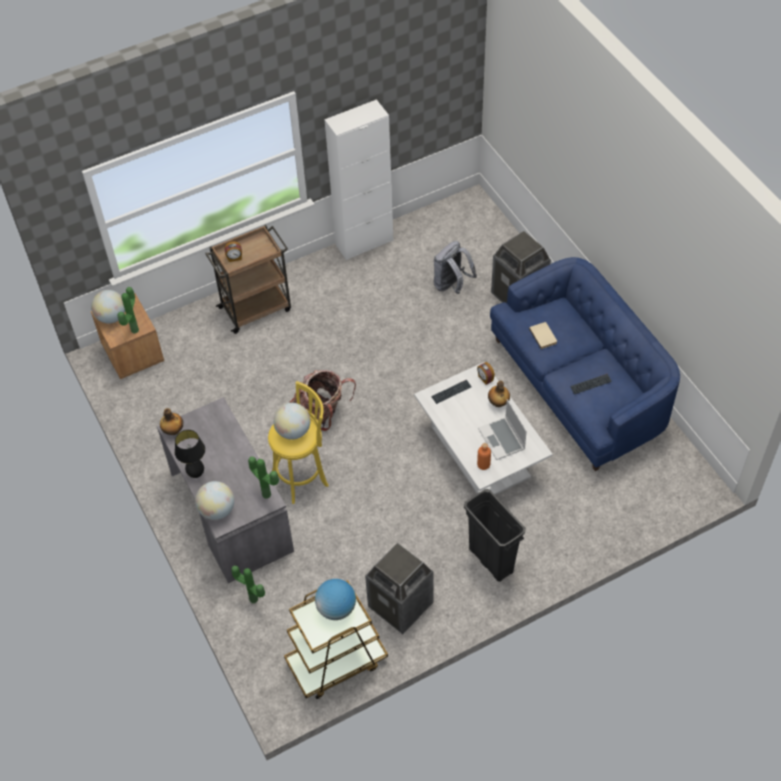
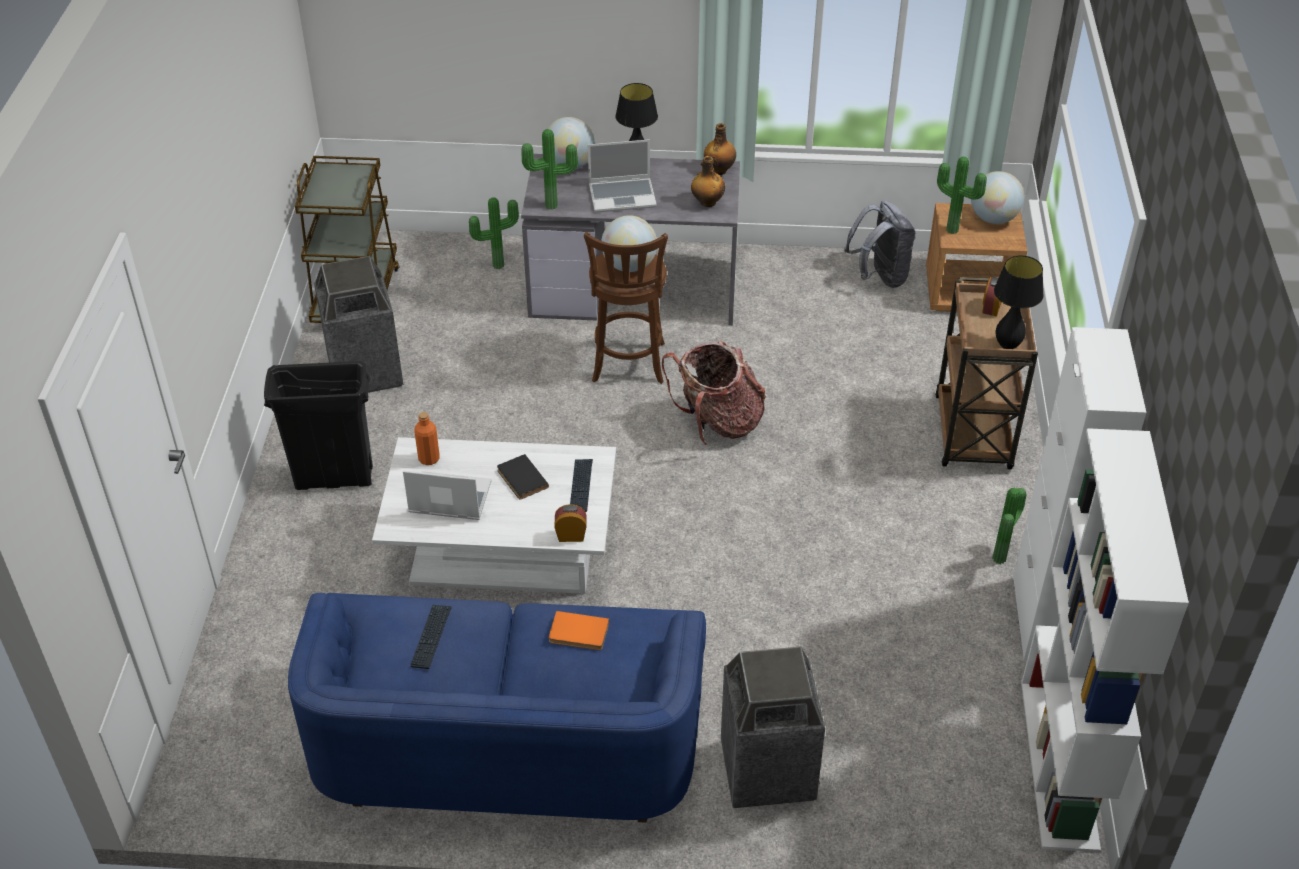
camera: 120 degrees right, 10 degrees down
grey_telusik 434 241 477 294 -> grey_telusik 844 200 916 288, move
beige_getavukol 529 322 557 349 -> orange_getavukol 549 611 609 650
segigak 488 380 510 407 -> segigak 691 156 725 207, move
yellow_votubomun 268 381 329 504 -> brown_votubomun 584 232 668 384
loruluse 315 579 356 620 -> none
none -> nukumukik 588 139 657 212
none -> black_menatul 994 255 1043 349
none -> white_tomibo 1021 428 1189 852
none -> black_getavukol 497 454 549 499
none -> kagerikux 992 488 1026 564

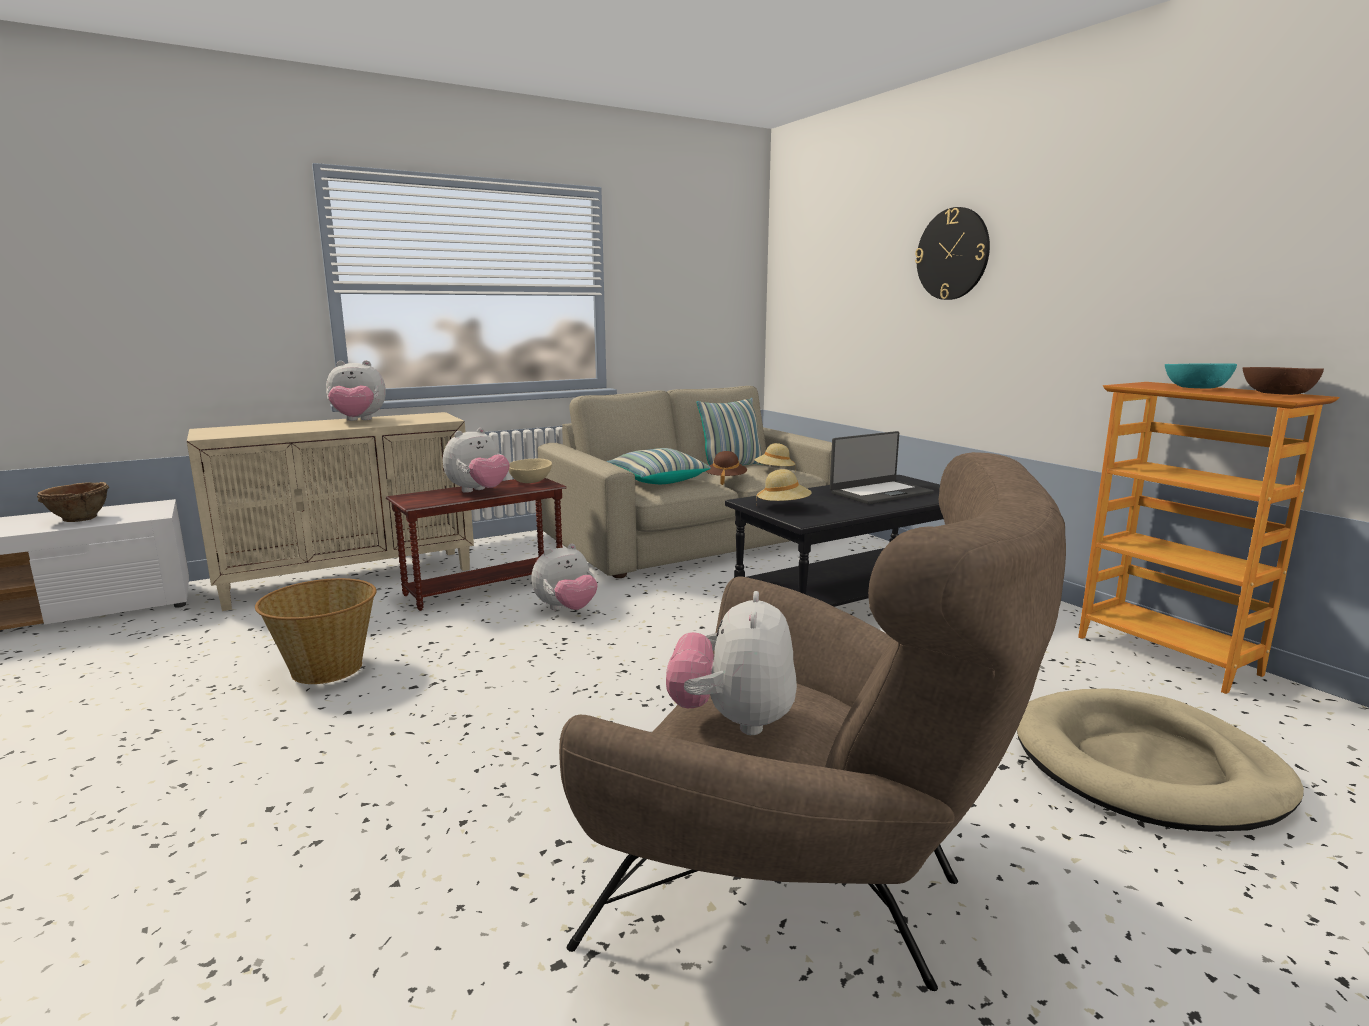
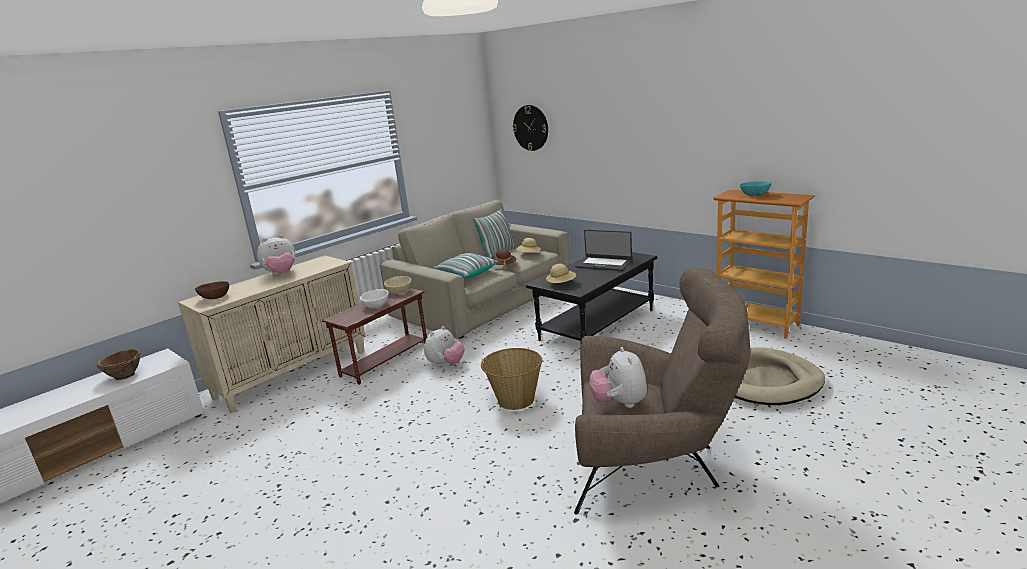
camera: 15 degrees left, 5 degrees up
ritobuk 915 207 990 300 -> ritobuk 512 105 548 151, move
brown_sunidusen 1243 367 1324 395 -> brown_sunidusen 195 281 229 299, move
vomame 443 428 510 493 -> white_sunidusen 360 289 389 308
nukumukik 830 431 934 504 -> nukumukik 575 230 632 271, 75 degrees clockwise
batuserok 255 578 376 684 -> batuserok 481 348 542 410, move

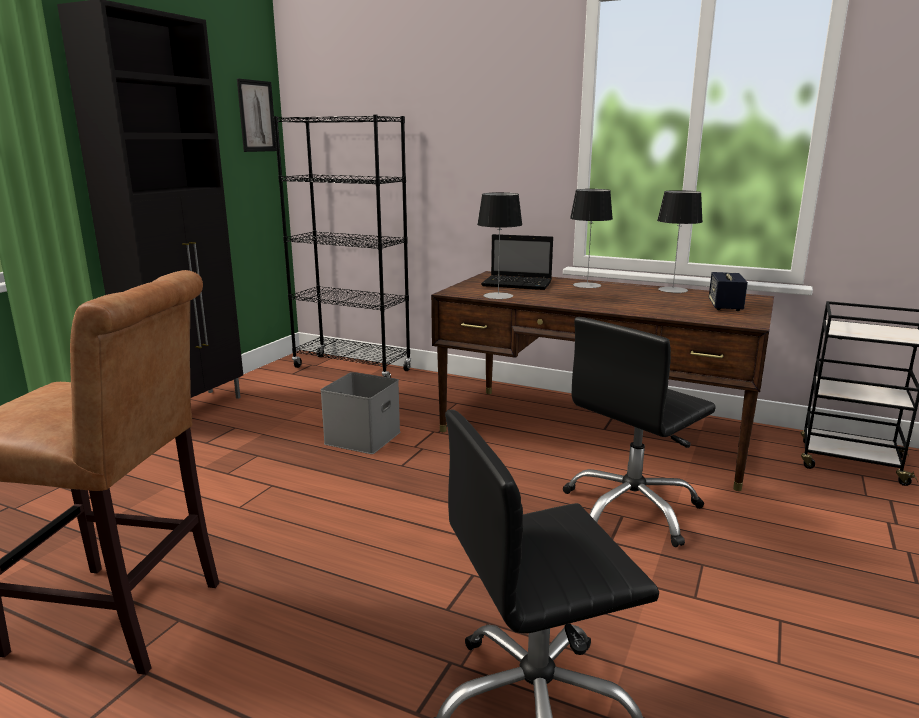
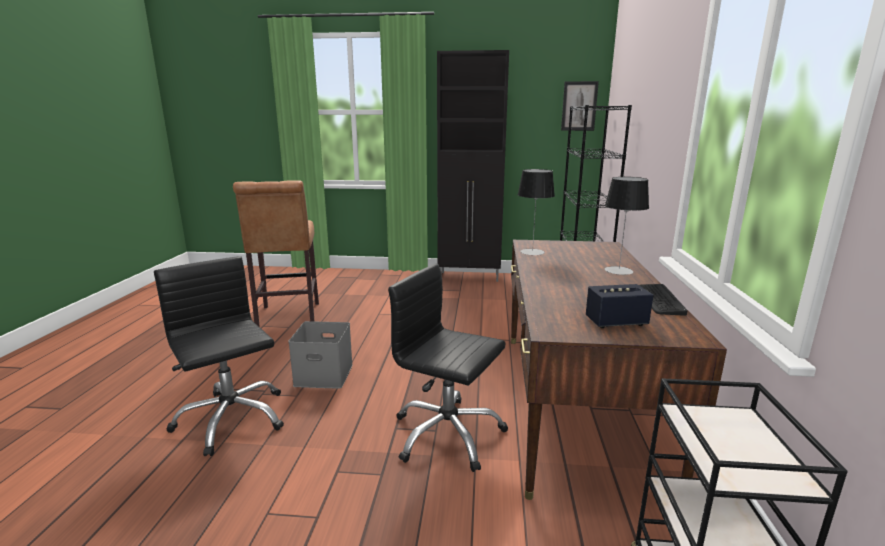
camera: 70 degrees right, 0 degrees up
menatul 657 190 703 293 -> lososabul 639 284 688 316
nukumukik 481 234 553 290 -> none
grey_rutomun 320 372 400 454 -> grey_rutomun 288 321 353 389, move

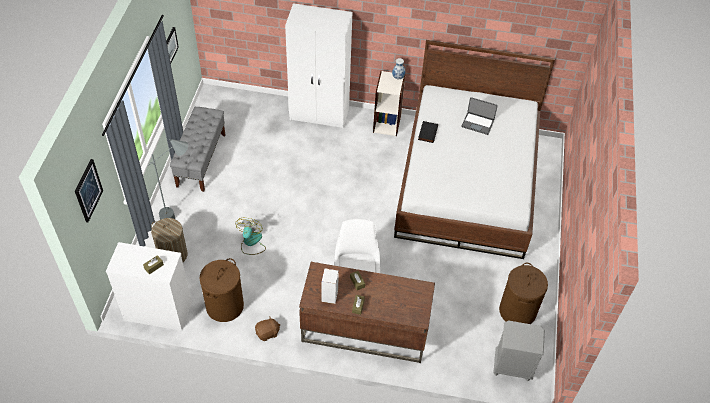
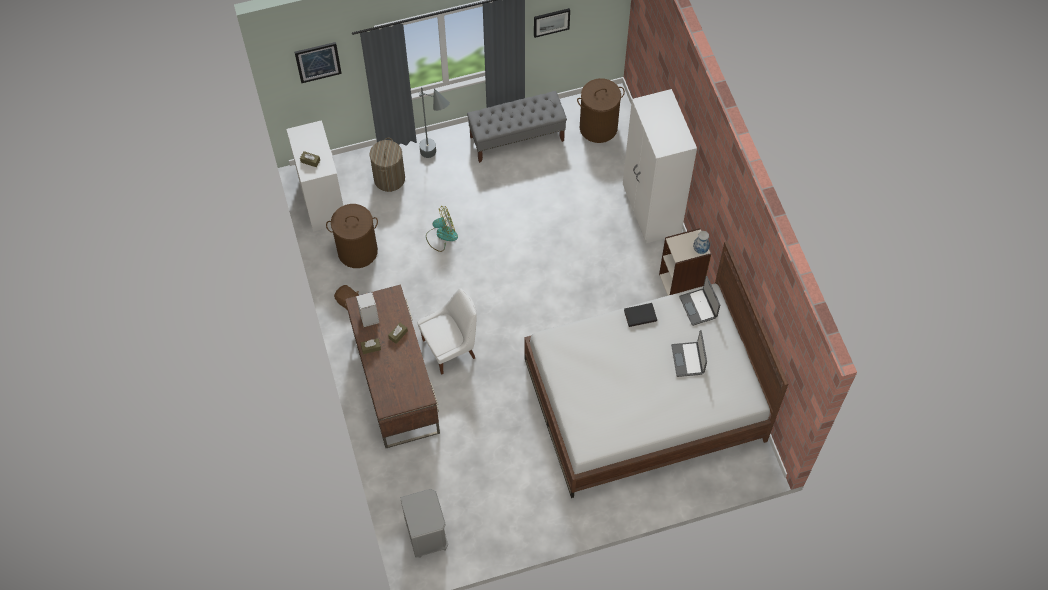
camera: 65 degrees right, 10 degrees up
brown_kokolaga 499 263 548 324 -> brown_kokolaga 577 78 625 143, move
none -> nukumukik 679 276 720 326

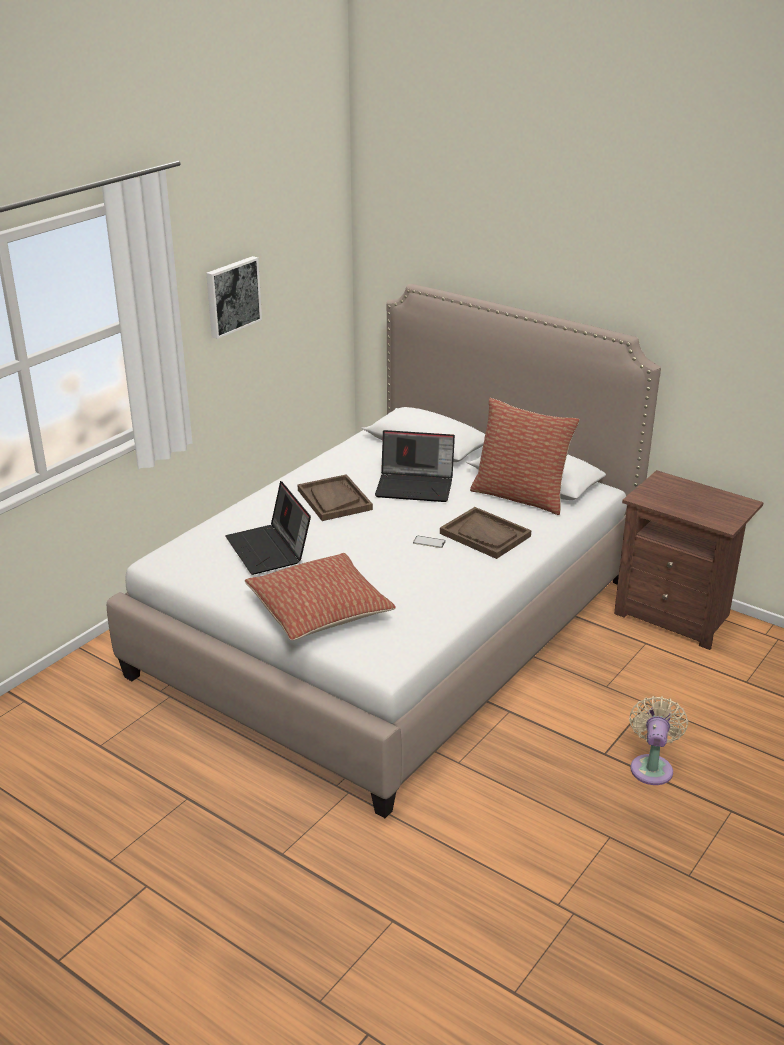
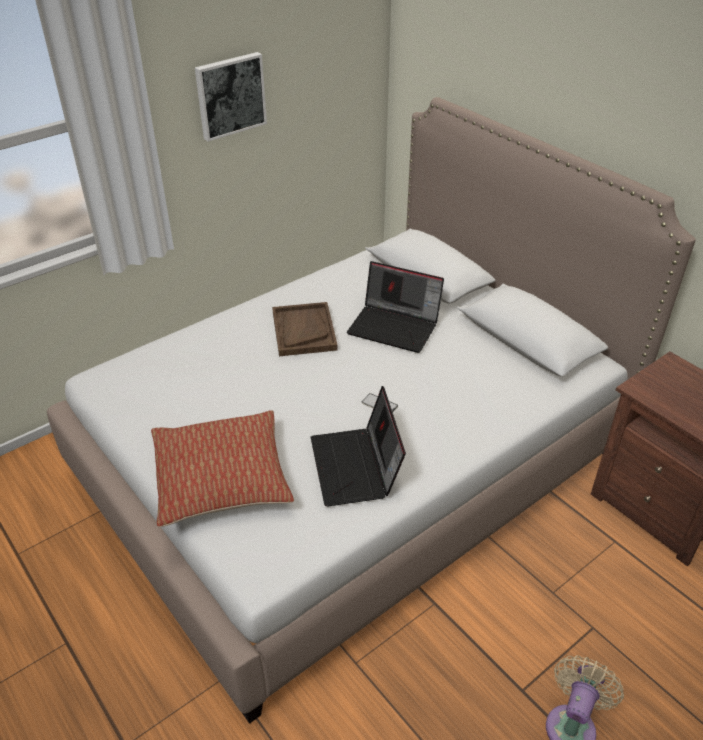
camera: 15 degrees right, 10 degrees up
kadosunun 470 398 579 515 -> none
nukumukik 225 481 311 575 -> nukumukik 310 386 406 506, move
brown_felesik 440 507 531 559 -> none

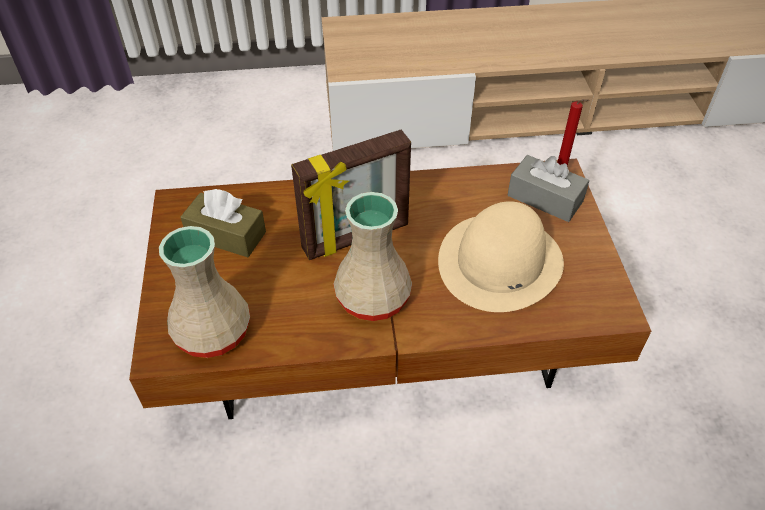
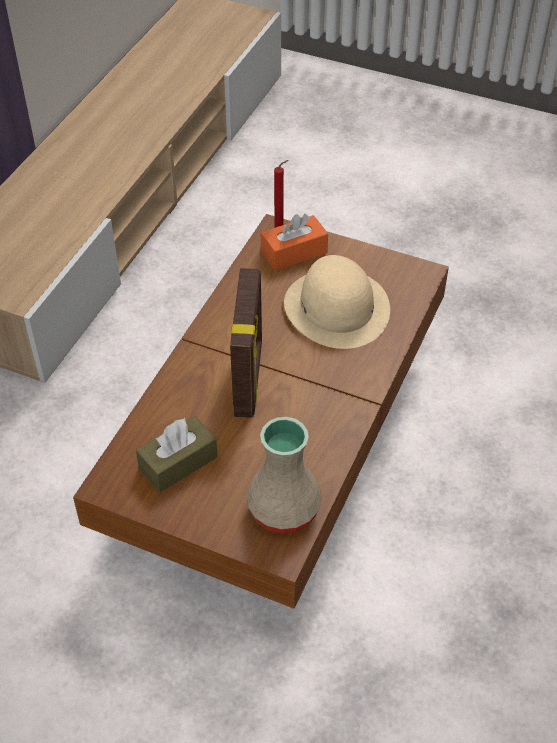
camera: 60 degrees left, 0 degrees up
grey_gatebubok 508 155 590 222 -> orange_gatebubok 261 214 328 271
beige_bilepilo 333 192 412 321 -> none

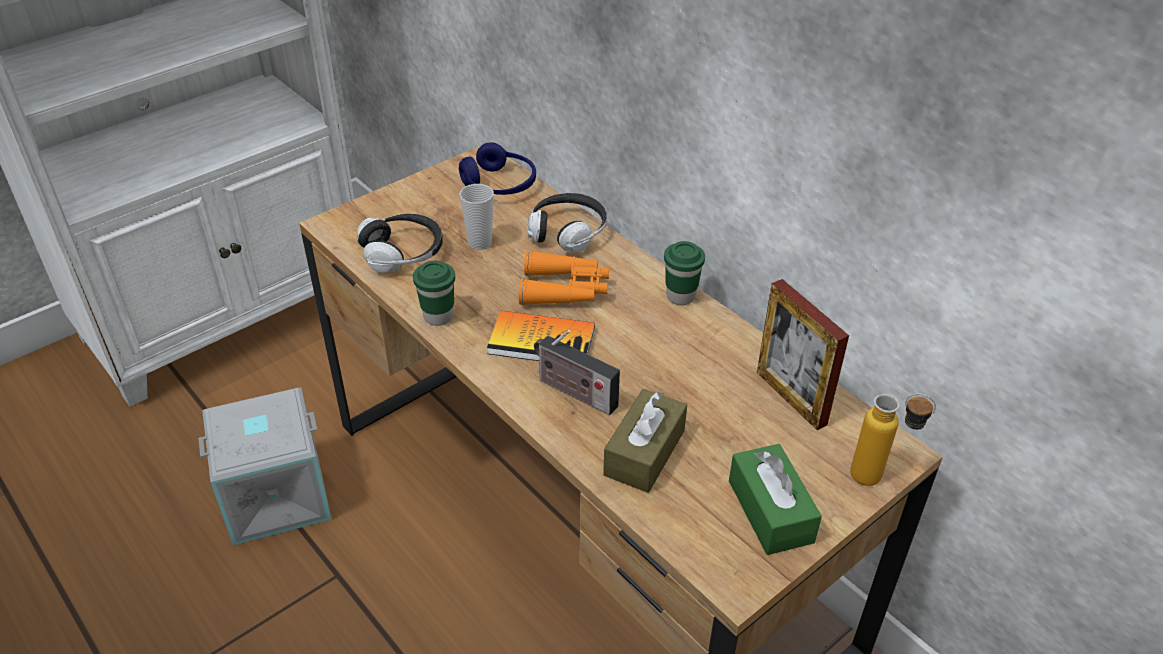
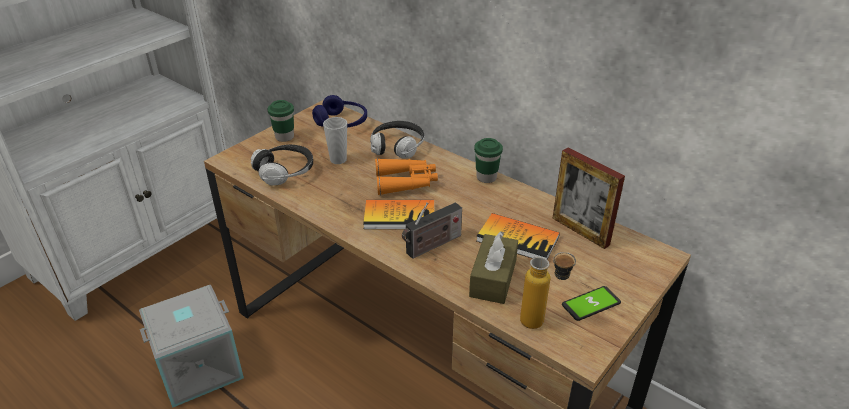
camera: 10 degrees left, 5 degrees down
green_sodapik 413 261 455 326 -> green_sodapik 267 100 294 142, move
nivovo 534 330 620 415 -> nivovo 402 202 462 259, 60 degrees counterclockwise
segigak 850 393 936 486 -> segigak 520 252 576 329, move
green_gatebubok 729 444 822 555 -> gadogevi 562 286 621 321
none -> getavukol 476 213 560 259

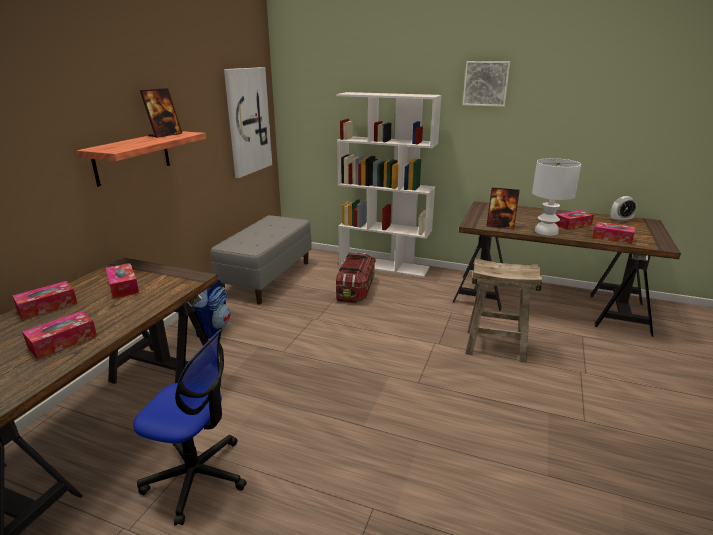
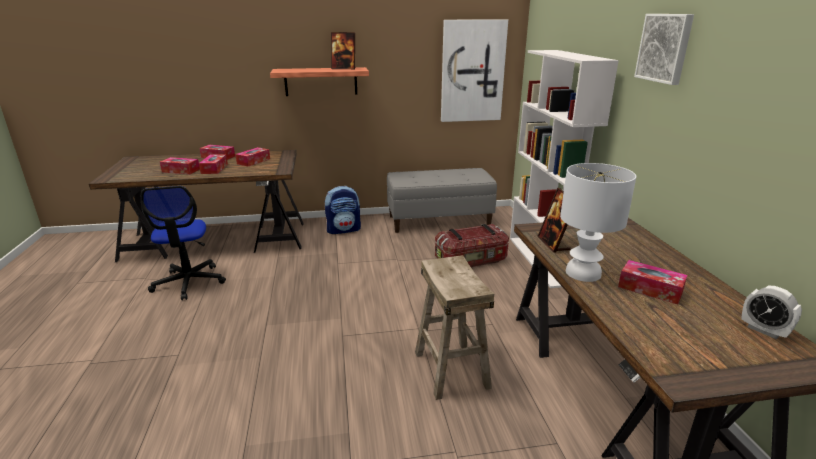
camera: 60 degrees right, 0 degrees up
gatebubok 592 222 635 244 -> gatebubok 199 154 228 174, move

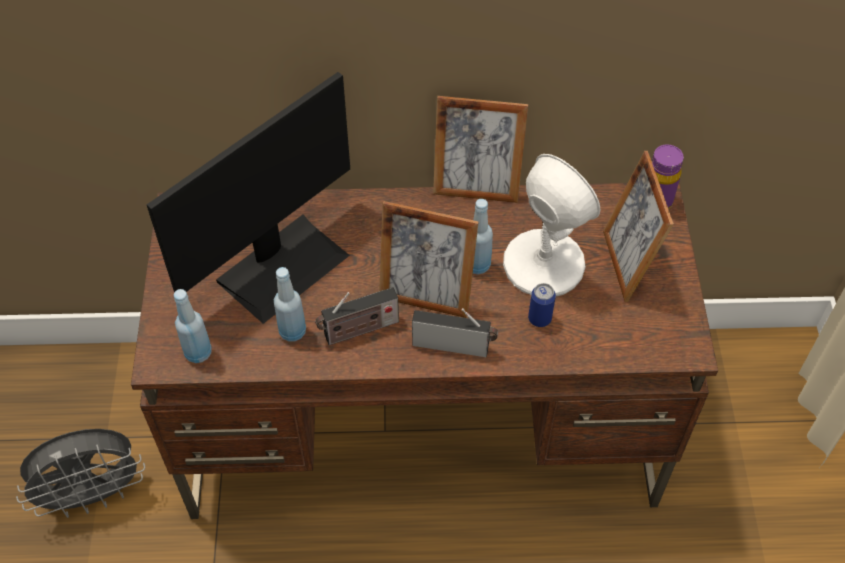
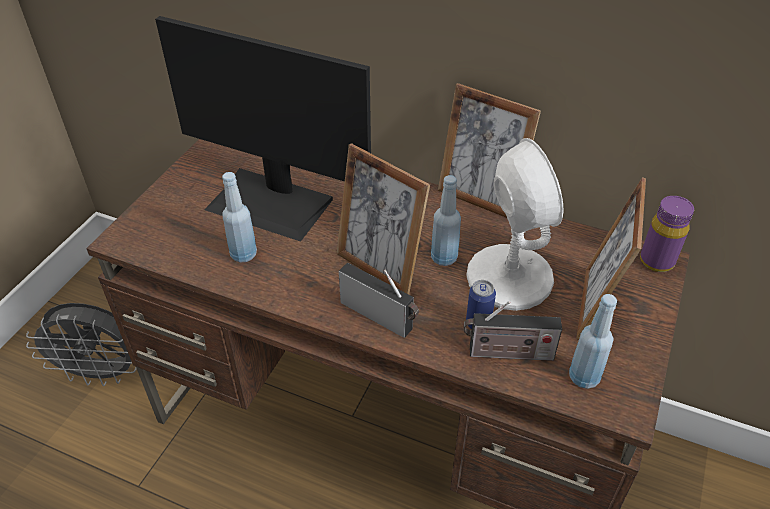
camera: 25 degrees right, 10 degrees down
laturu 147 72 350 324 -> laturu 155 16 371 242, 45 degrees clockwise
nivovo 315 287 399 345 -> nivovo 464 301 562 361, move
blue_segigak 174 289 212 363 -> blue_segigak 569 294 617 389, move

